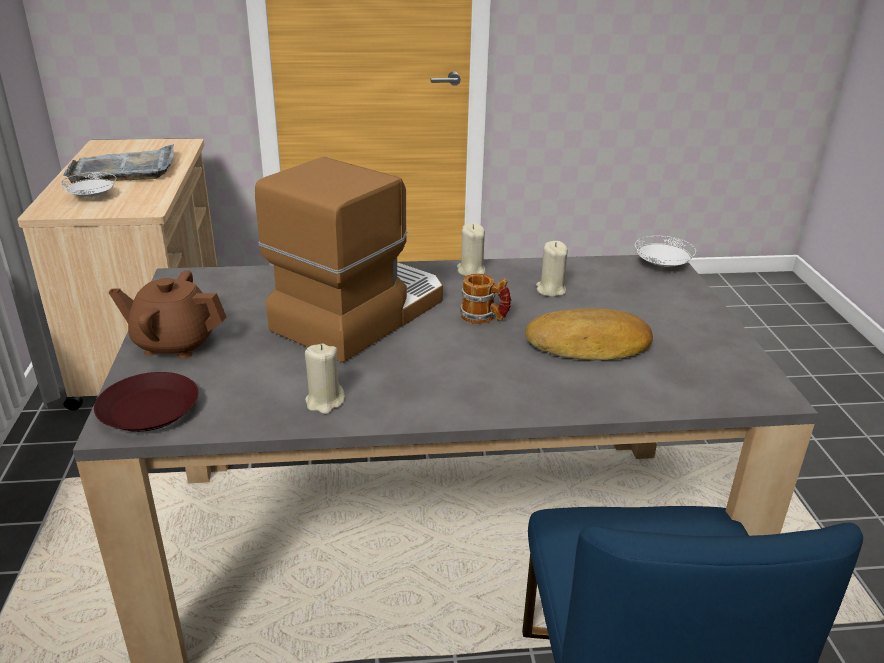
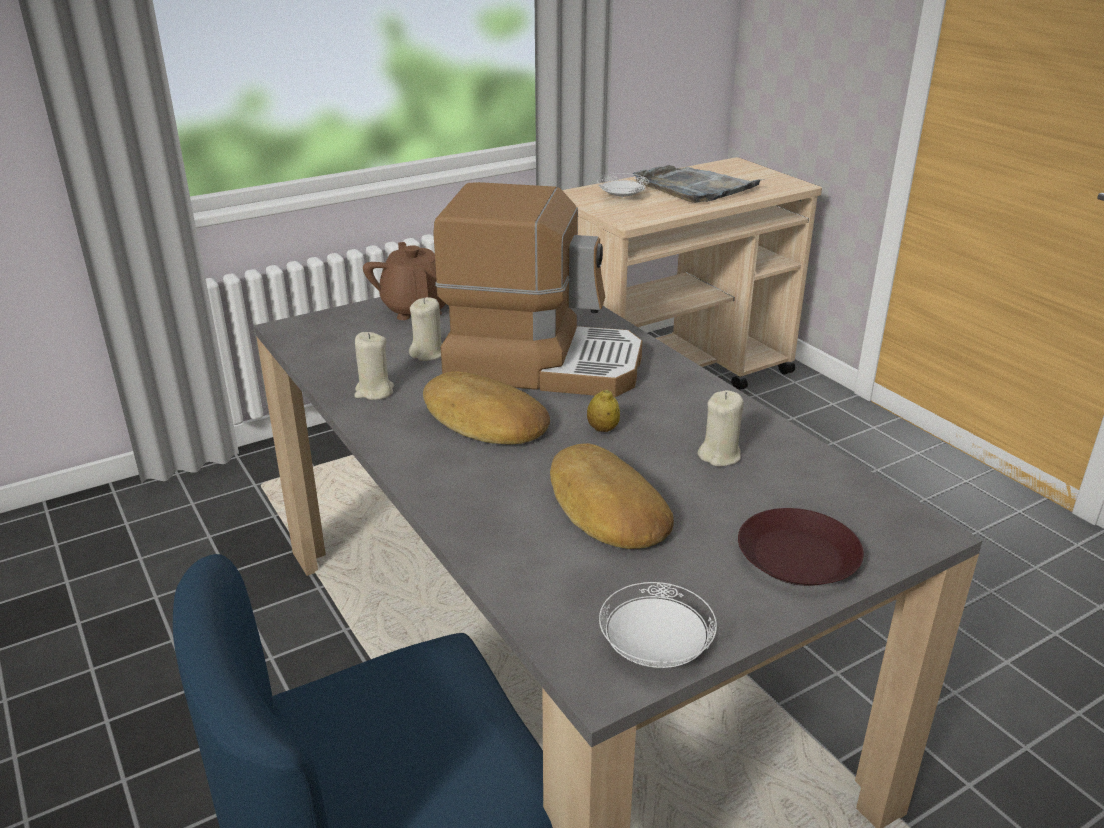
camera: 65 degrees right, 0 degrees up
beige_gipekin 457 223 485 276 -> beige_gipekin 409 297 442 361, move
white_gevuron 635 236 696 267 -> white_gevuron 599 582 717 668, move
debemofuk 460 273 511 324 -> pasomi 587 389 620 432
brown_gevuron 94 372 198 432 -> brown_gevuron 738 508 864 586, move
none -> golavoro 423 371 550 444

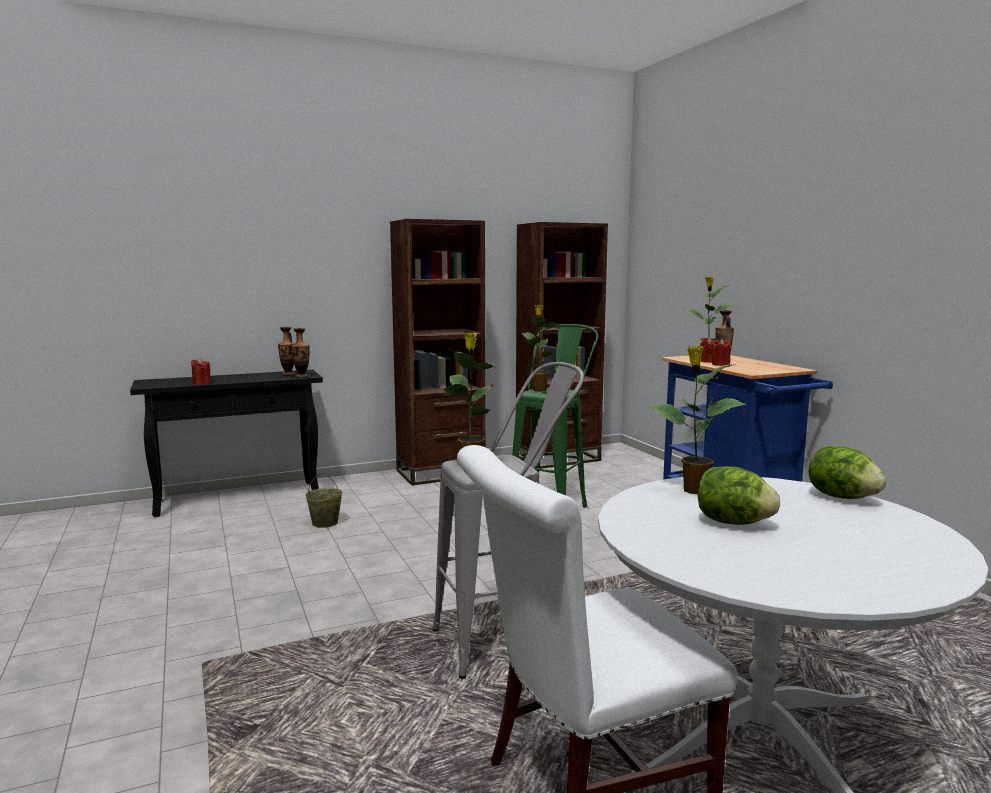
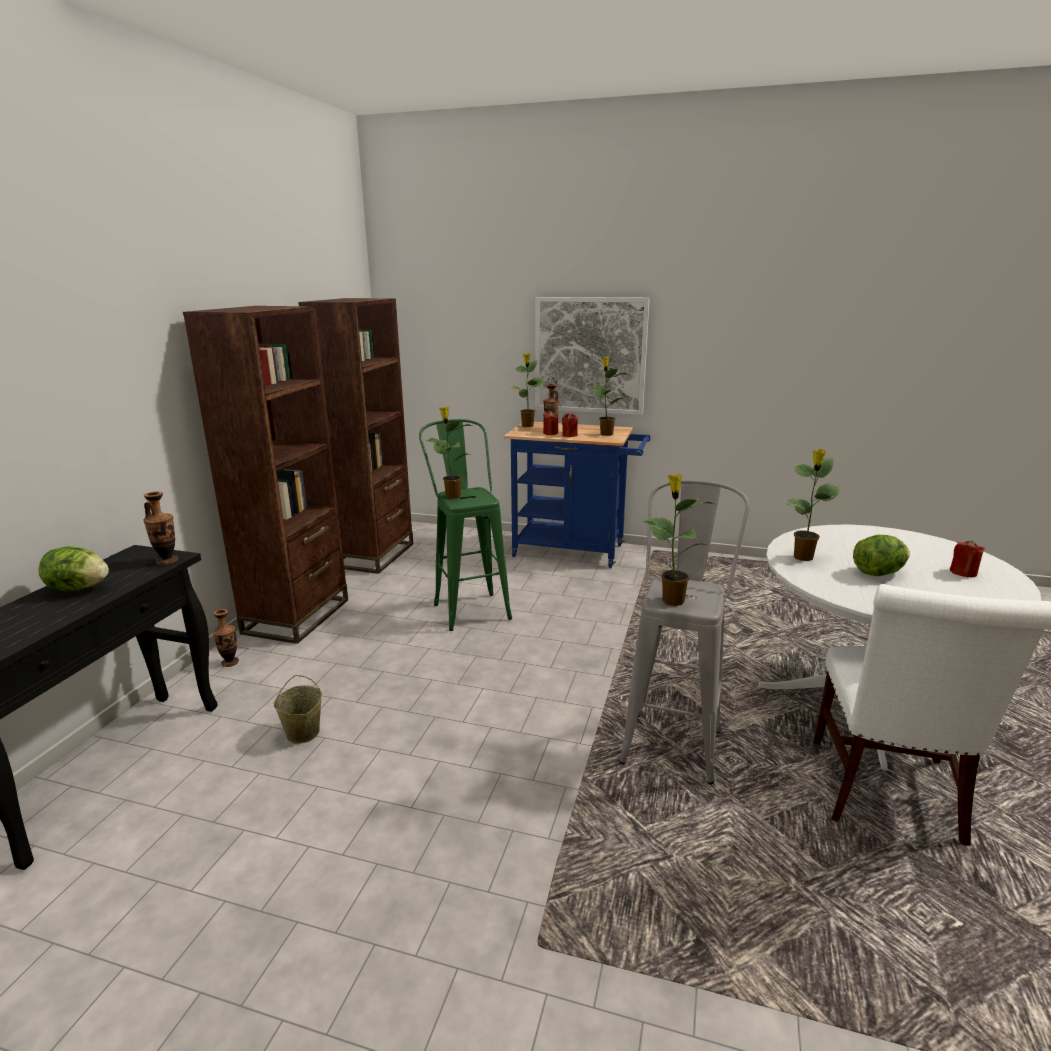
camera: 50 degrees left, 10 degrees up
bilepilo 278 327 296 375 -> bilepilo 213 609 239 667, move
red_gipekin 191 358 211 385 -> red_gipekin 950 540 985 577, move
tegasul 809 446 886 499 -> tegasul 38 546 109 591, move
none -> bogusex 535 297 650 415
none -> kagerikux 588 357 628 436

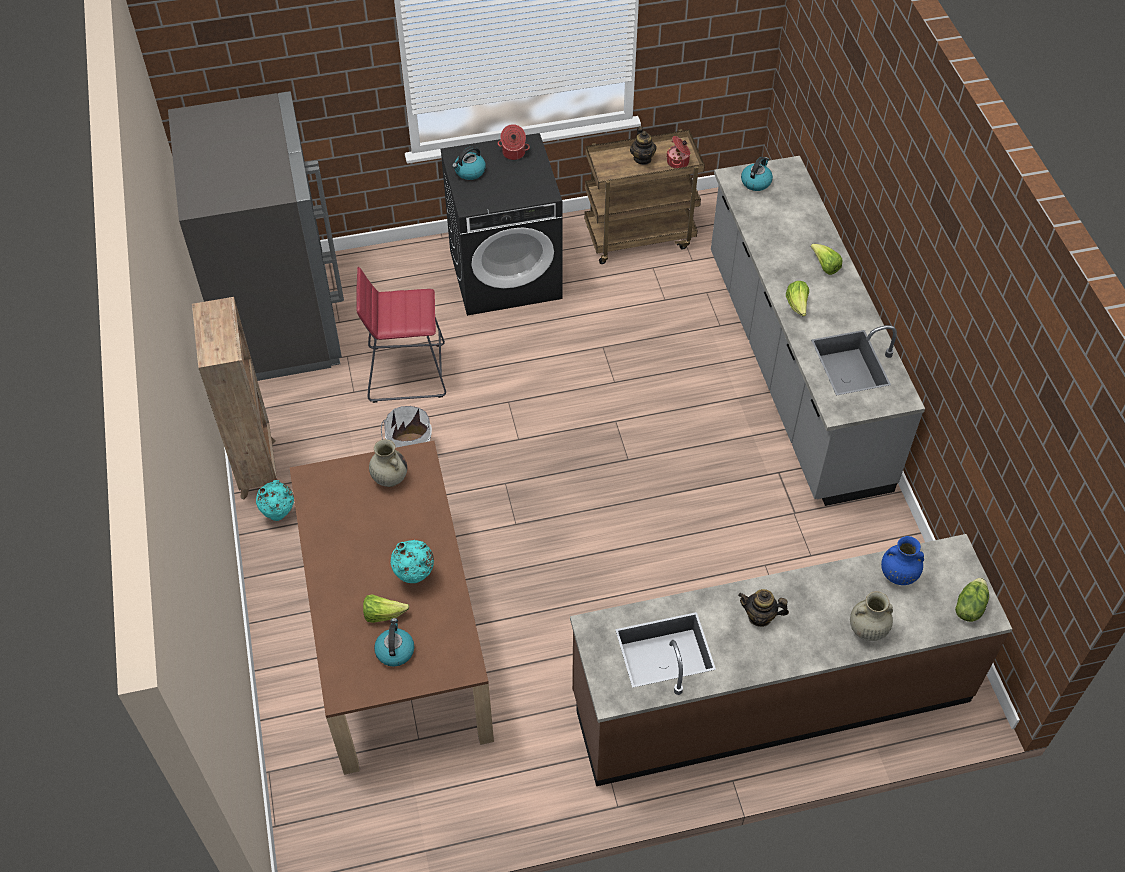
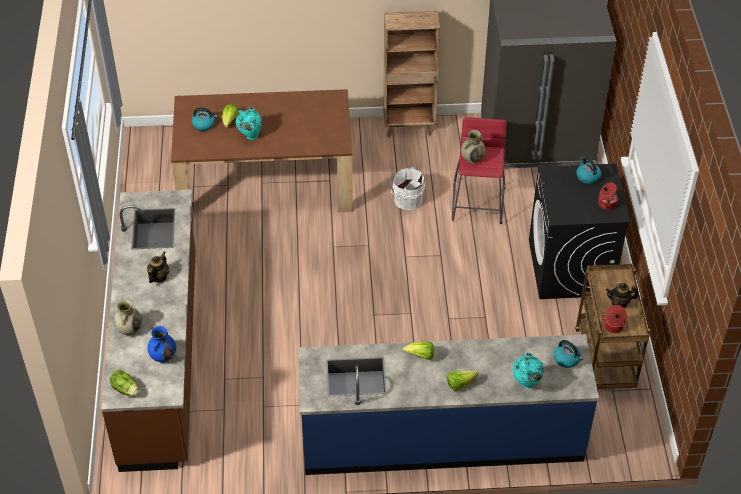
camera: 100 degrees right, 5 degrees down
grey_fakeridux 711 156 925 506 -> blue_fakeridux 298 334 599 475
beige_bilepilo 369 439 407 487 -> beige_bilepilo 461 130 485 163, move
turquoise_bilepilo 256 480 294 521 -> turquoise_bilepilo 513 353 544 388, move

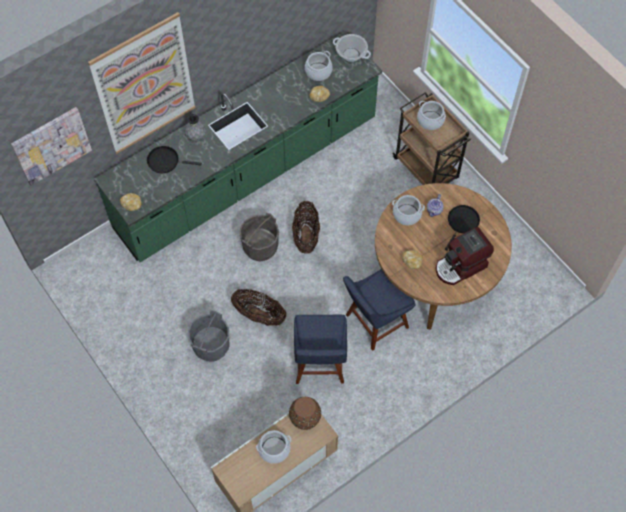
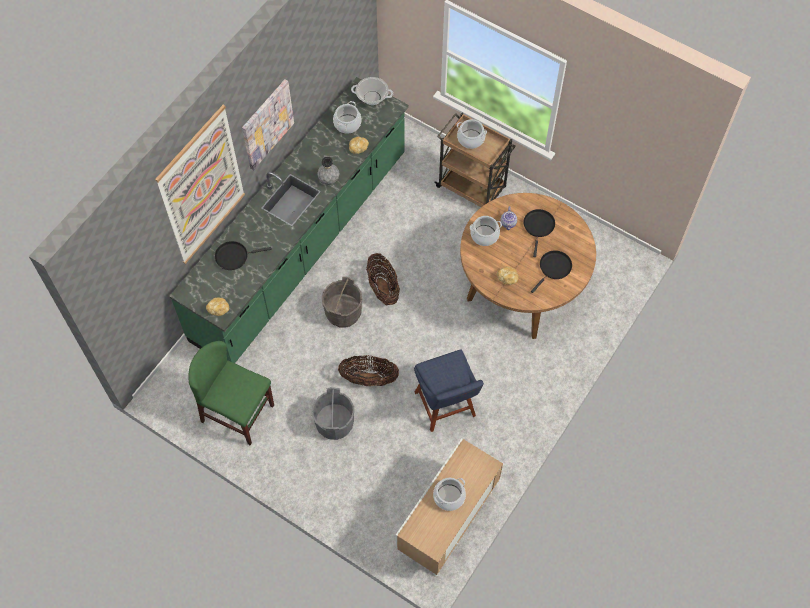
camera: 20 degrees left, 0 degrees up
bogusex 11 107 92 186 -> bogusex 242 79 294 170, move
grey_bilepilo 184 114 206 142 -> grey_bilepilo 317 157 339 185, move
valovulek 436 227 494 285 -> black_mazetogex 531 250 572 293
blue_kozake 343 269 416 351 -> none
brown_bilepilo 289 397 321 430 -> none
none -> green_kozake 189 341 274 446

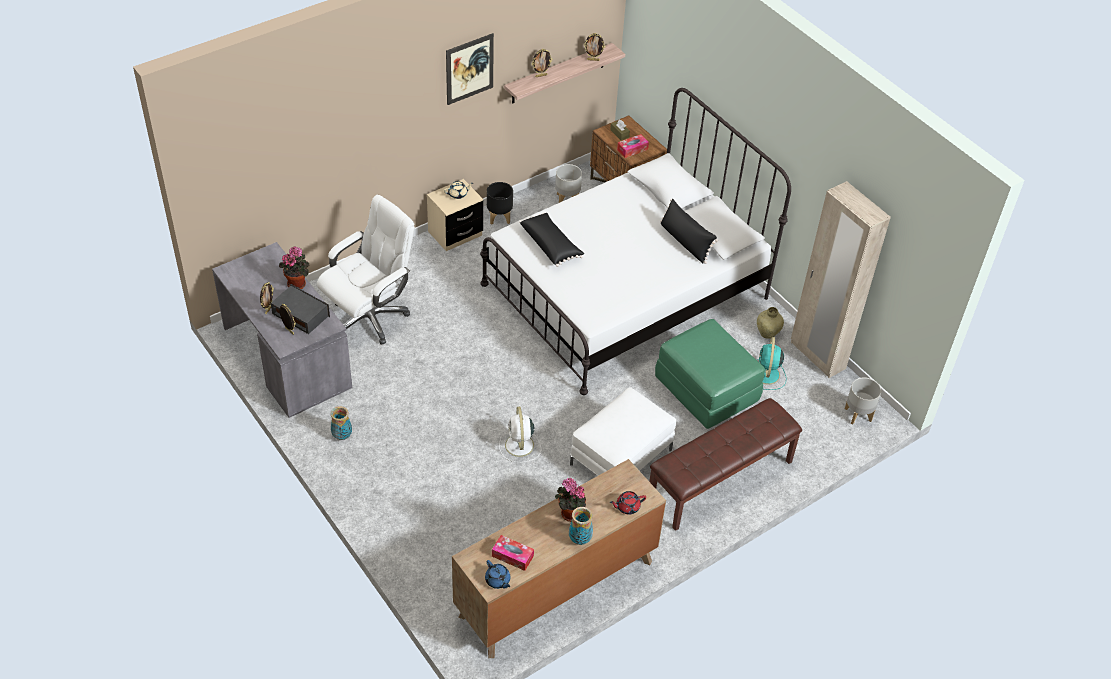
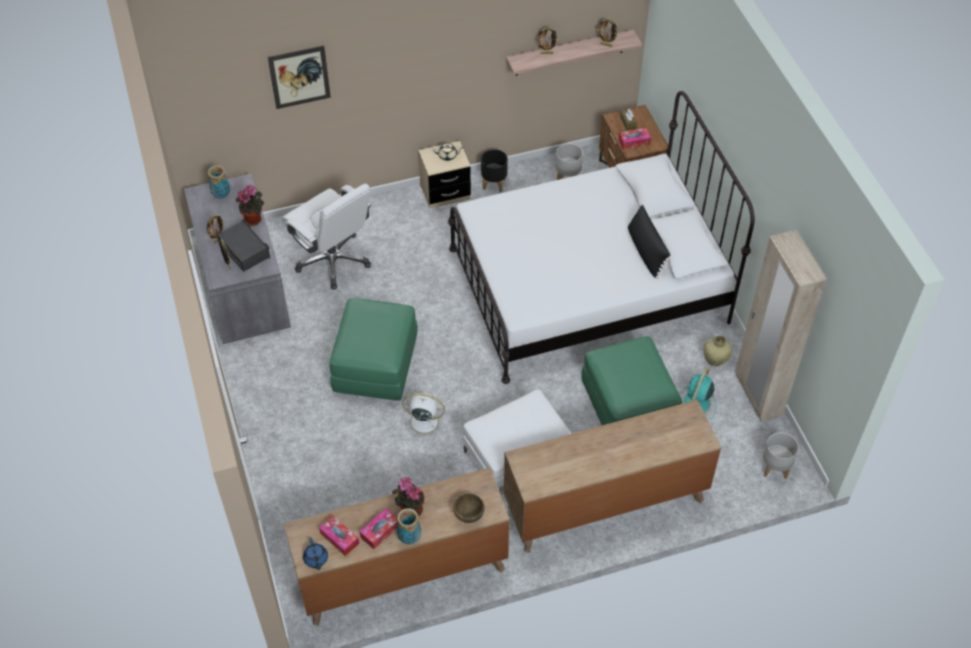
camera: 20 degrees right, 5 degrees up
bogusex 446 33 494 105 -> bogusex 268 45 331 109, move
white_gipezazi 317 195 415 344 -> white_gipezazi 282 184 371 290, 75 degrees clockwise
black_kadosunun 519 213 584 267 -> none
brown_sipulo 649 398 802 531 -> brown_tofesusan 504 400 722 553
bilepilo 330 406 352 440 -> bilepilo 208 165 230 199, move
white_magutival 499 407 541 463 -> white_magutival 402 393 446 439, 90 degrees clockwise
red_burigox 610 491 646 515 -> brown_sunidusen 453 494 484 523
none -> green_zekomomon 330 298 418 401
none -> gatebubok 360 508 398 549

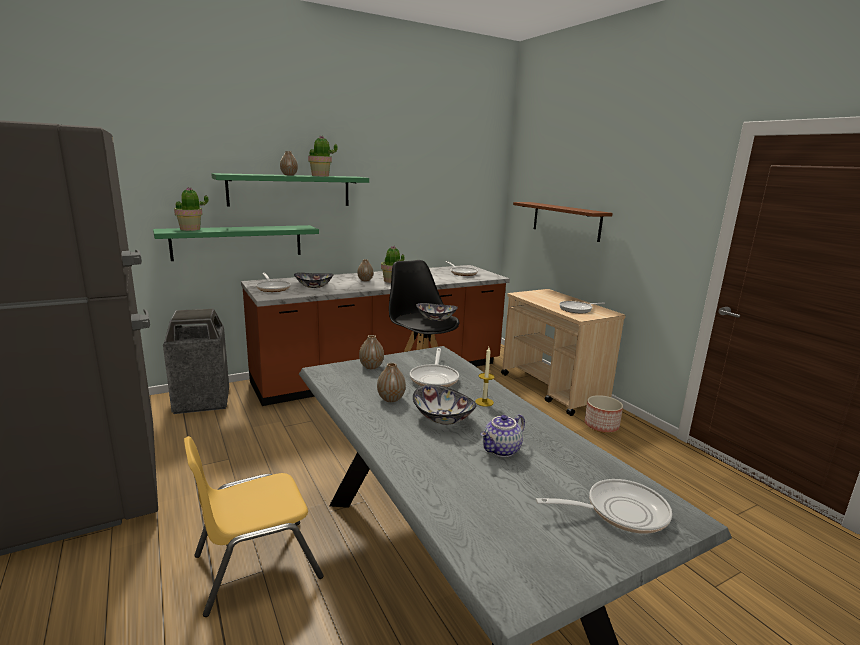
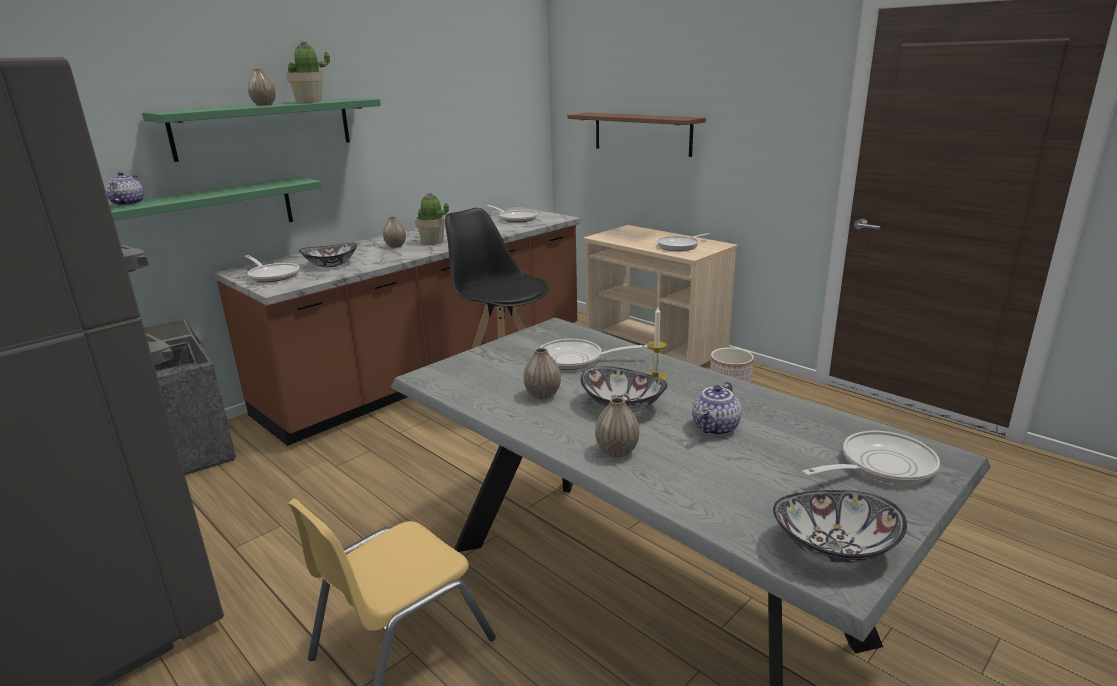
camera: 15 degrees left, 5 degrees up
kagerikux 174 187 208 231 -> burigox 105 172 144 206
sunidusen 416 303 458 321 -> sunidusen 773 490 907 563, move
bilepilo 359 335 384 369 -> bilepilo 595 397 639 458, move
mazetogex 410 348 459 387 -> mazetogex 540 339 649 370, 105 degrees clockwise

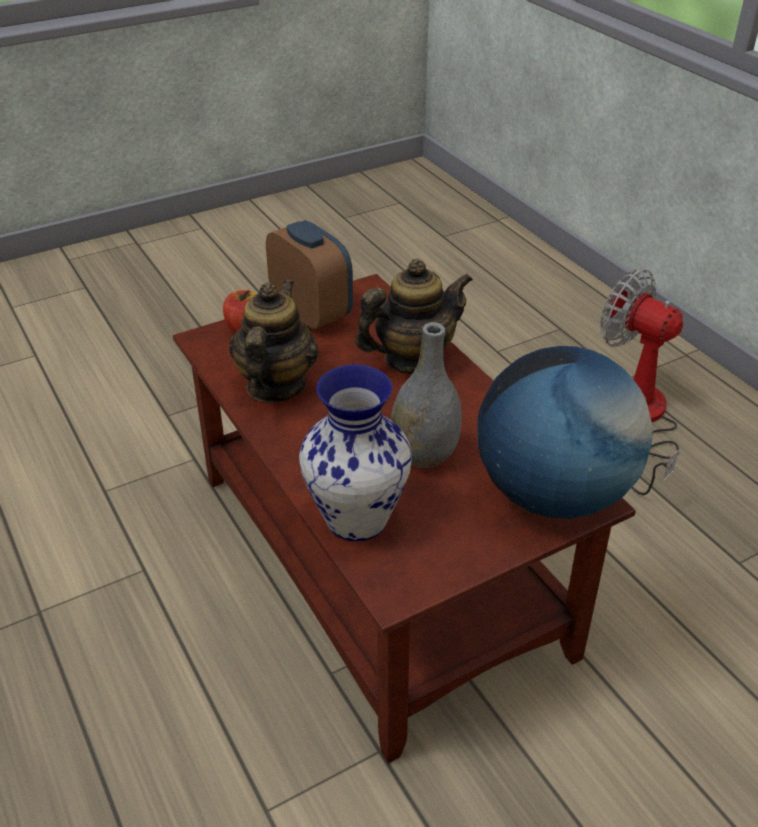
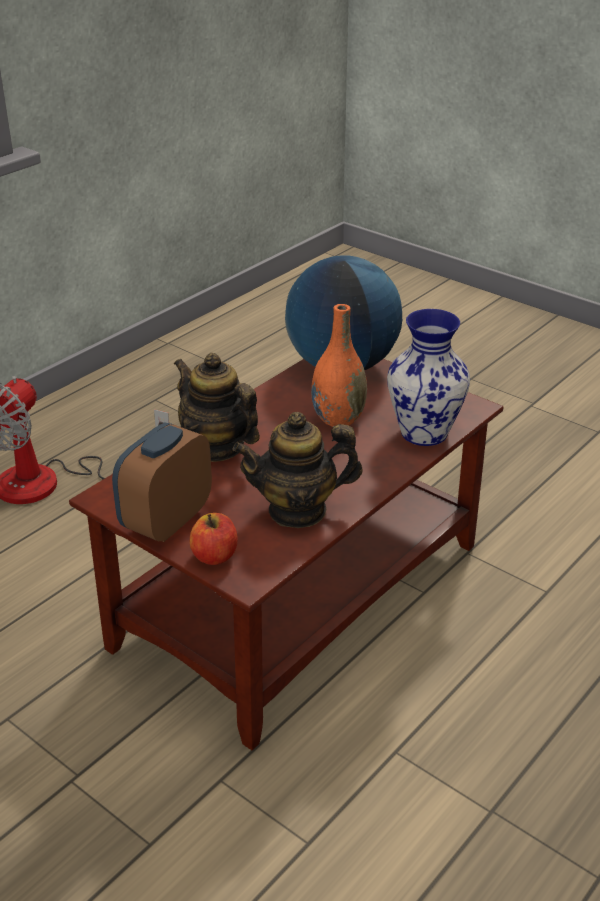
camera: 110 degrees left, 5 degrees down
grey_bilepilo 391 322 462 468 -> orange_bilepilo 311 304 367 427

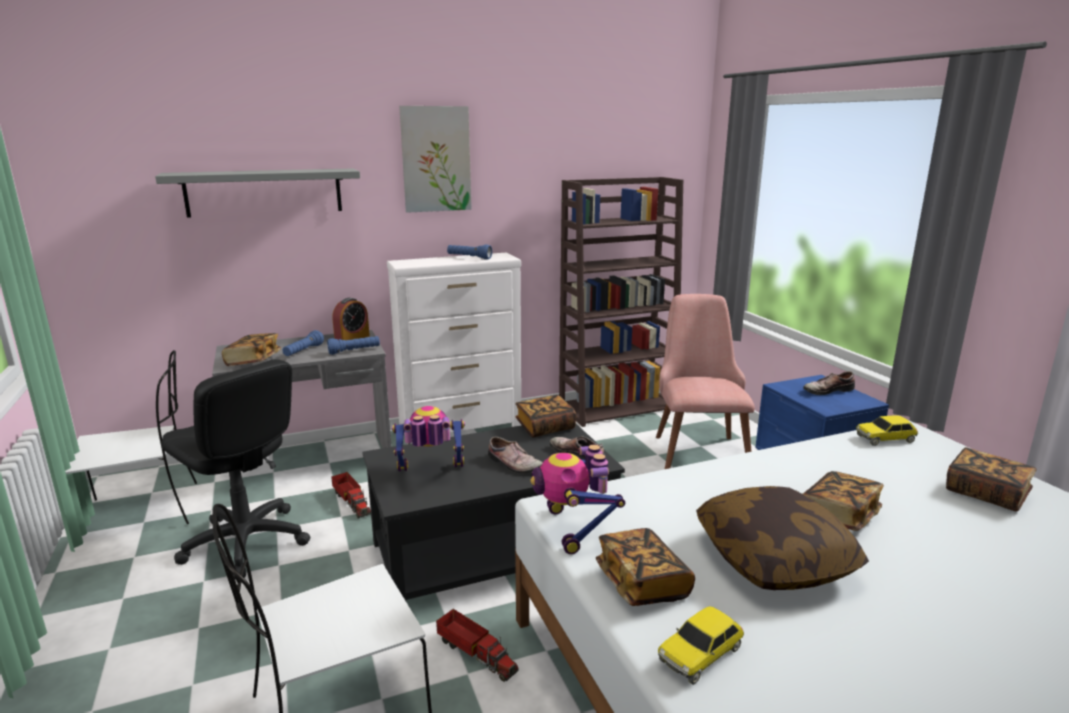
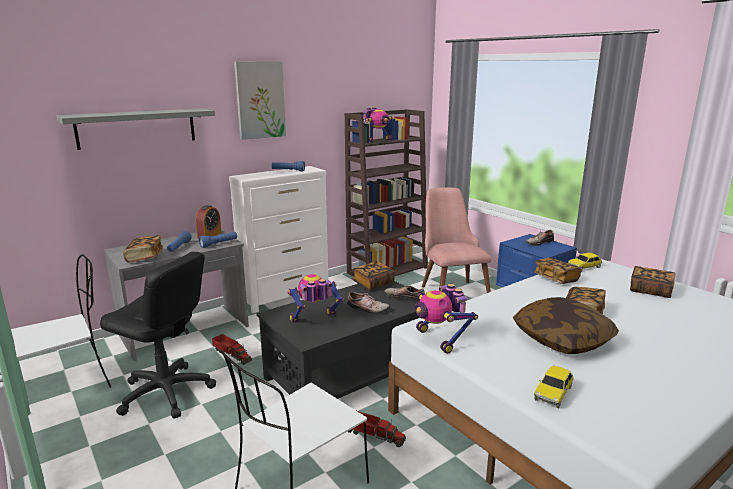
camera: 15 degrees left, 0 degrees up
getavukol 596 528 695 606 -> getavukol 533 258 582 284, move
none -> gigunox 357 108 392 142

